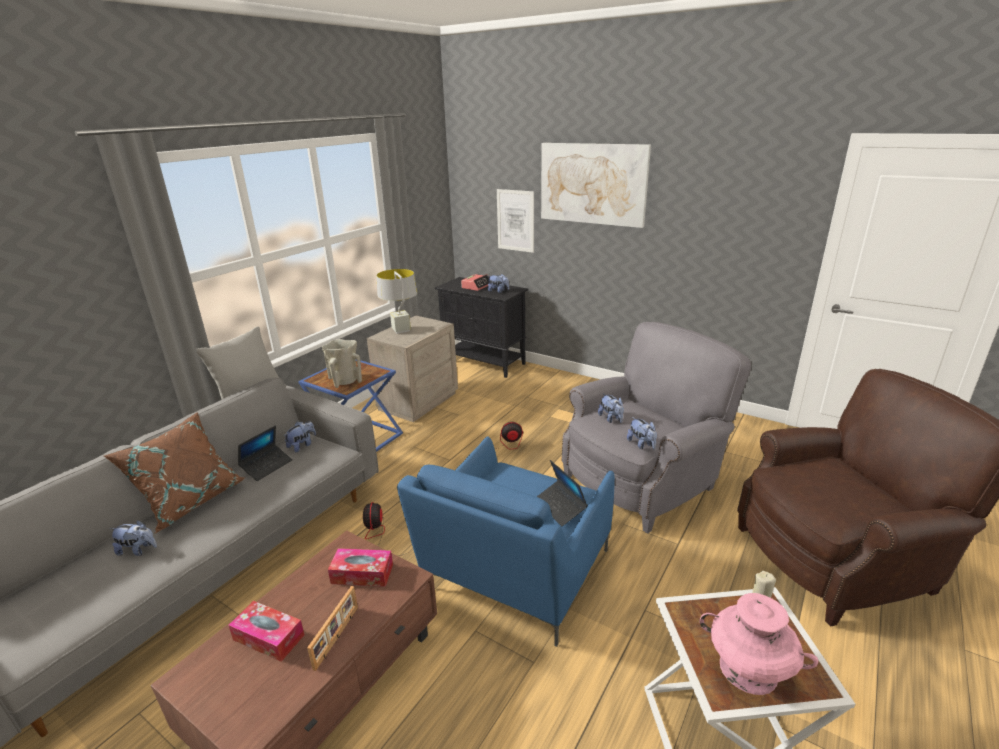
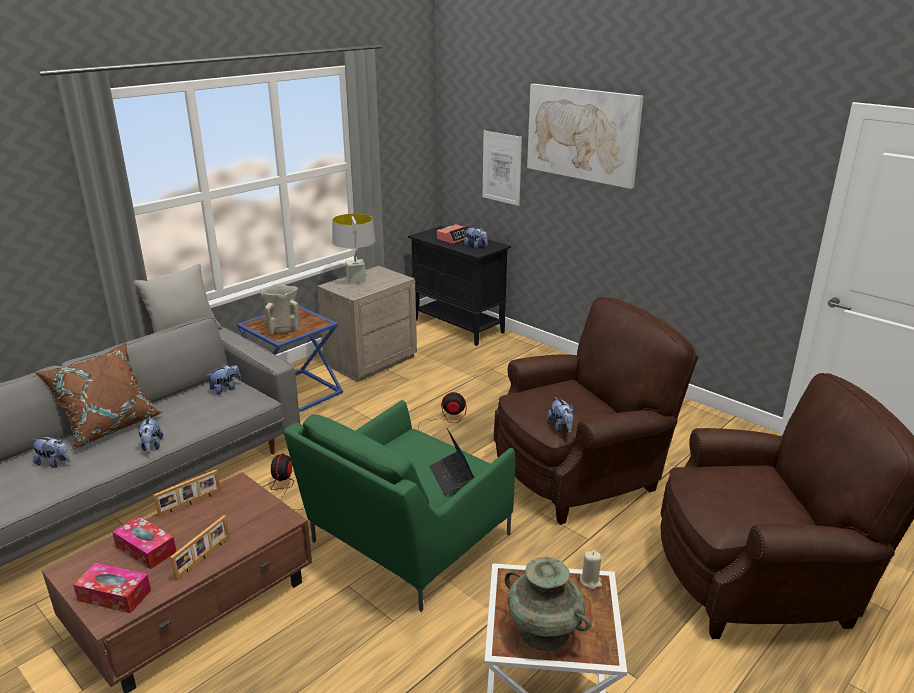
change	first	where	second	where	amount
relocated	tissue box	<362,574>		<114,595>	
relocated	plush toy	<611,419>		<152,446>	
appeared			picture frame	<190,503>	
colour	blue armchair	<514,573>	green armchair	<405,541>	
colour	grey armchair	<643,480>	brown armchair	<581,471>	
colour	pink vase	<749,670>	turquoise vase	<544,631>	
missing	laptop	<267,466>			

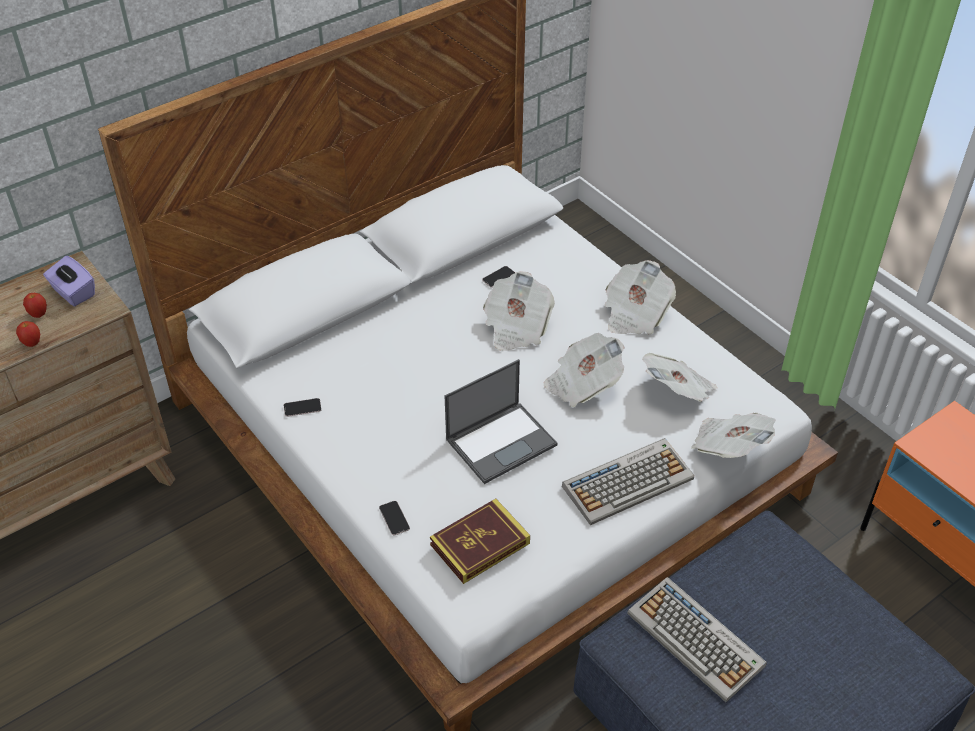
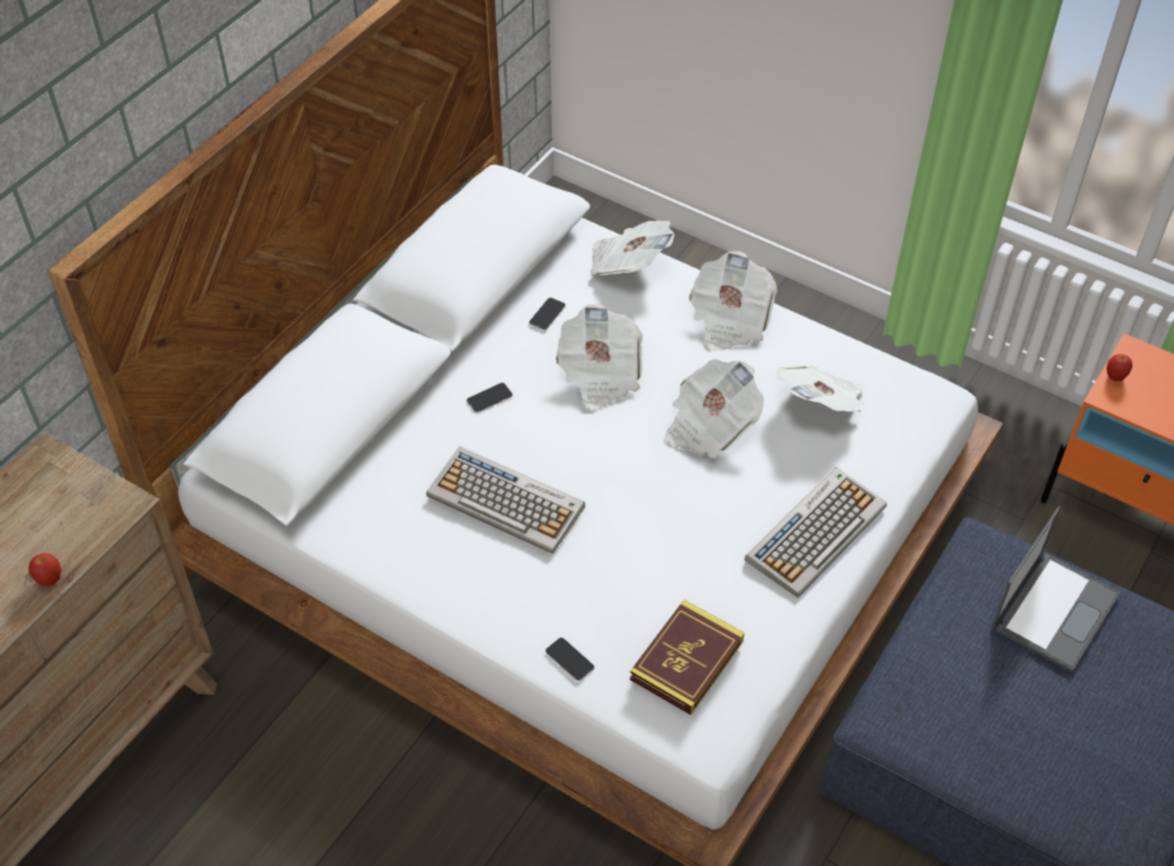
change	first	where	second	where	amount
relocated	keyboard	<697,640>		<507,501>	
relocated	phone	<302,408>		<489,398>	
relocated	newspaper	<729,447>		<628,264>	
relocated	laptop	<502,441>		<1055,610>	
relocated	apple	<38,315>		<1115,377>	
missing	purple tissue box	<73,293>			

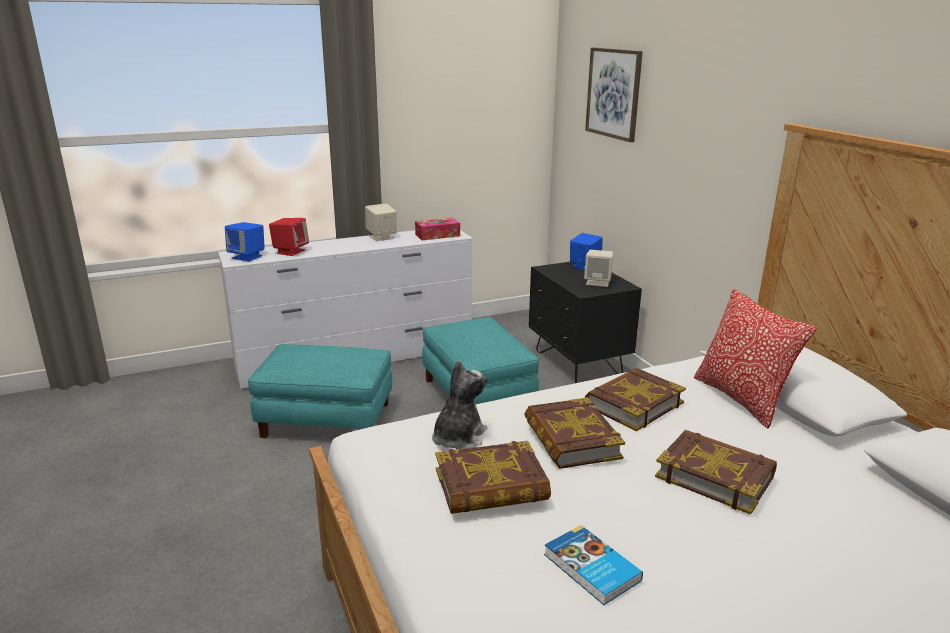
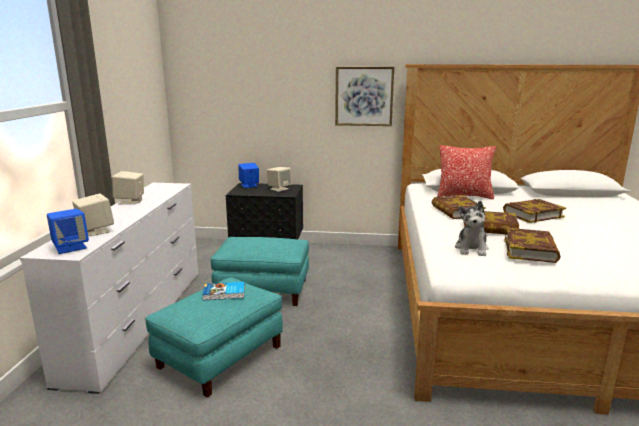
change	first	where	second	where	amount
colour	red speaker	<290,251>	beige speaker	<95,231>	
relocated	book	<591,568>		<224,293>	
relocated	picture	<614,93>		<364,96>	
spun	plush toy	<458,438>		<471,249>	135 degrees counterclockwise
missing	tissue box	<437,235>			

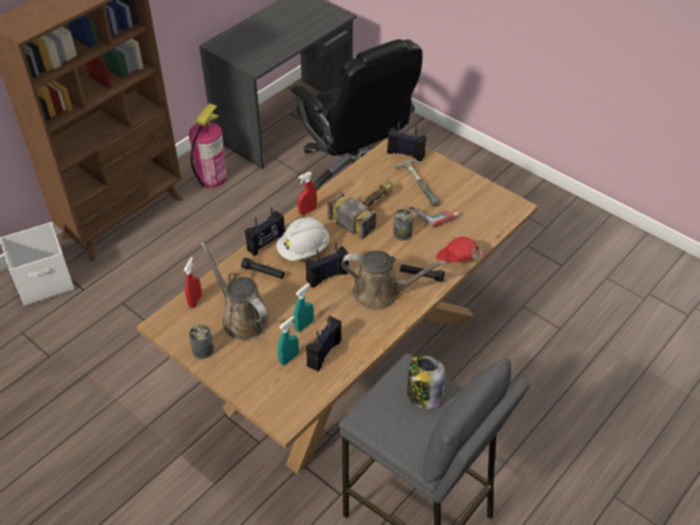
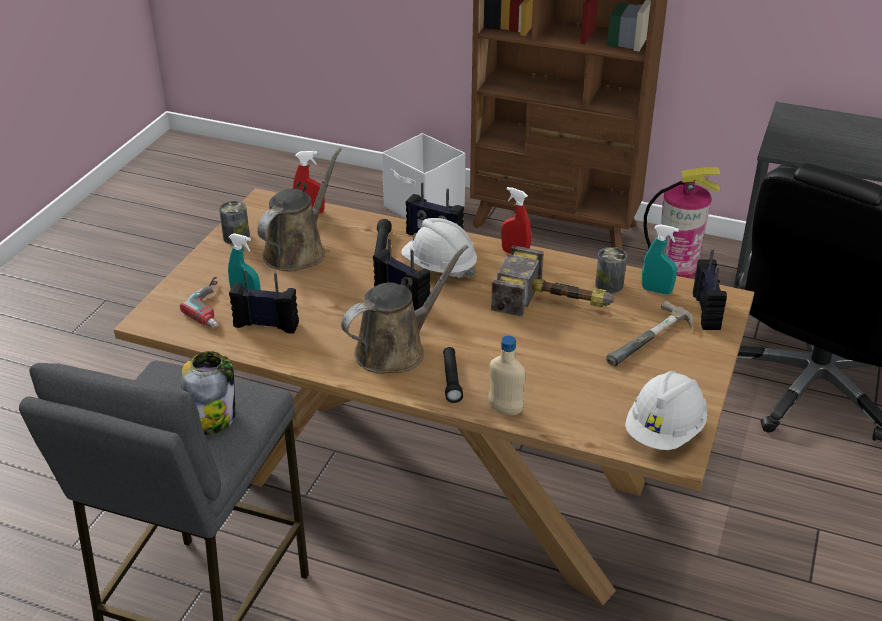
change	first	where	second	where	amount
relocated	power drill	<432,213>		<215,306>	
spun	brown watering can	<381,293>		<396,349>	120 degrees counterclockwise
exchanged	red cap	<457,260>	beige bottle	<505,410>	
relocated	can	<402,233>		<609,285>	
appeared			white hard hat	<665,431>	
relocated	turquoise spray bottle	<304,325>		<656,290>	

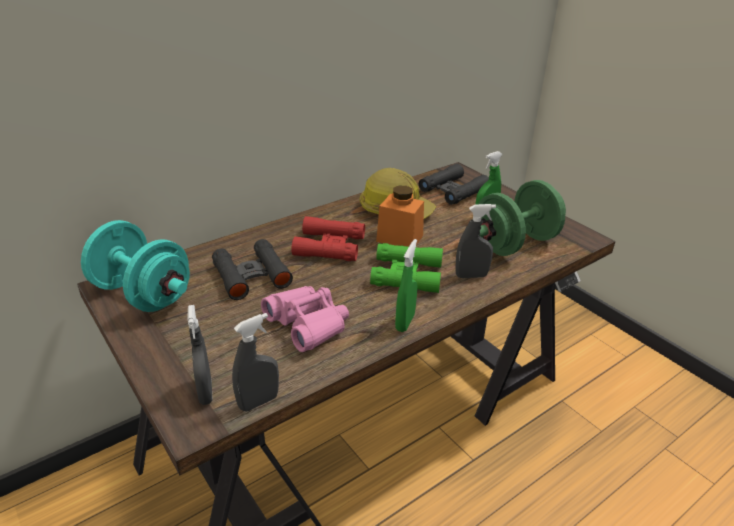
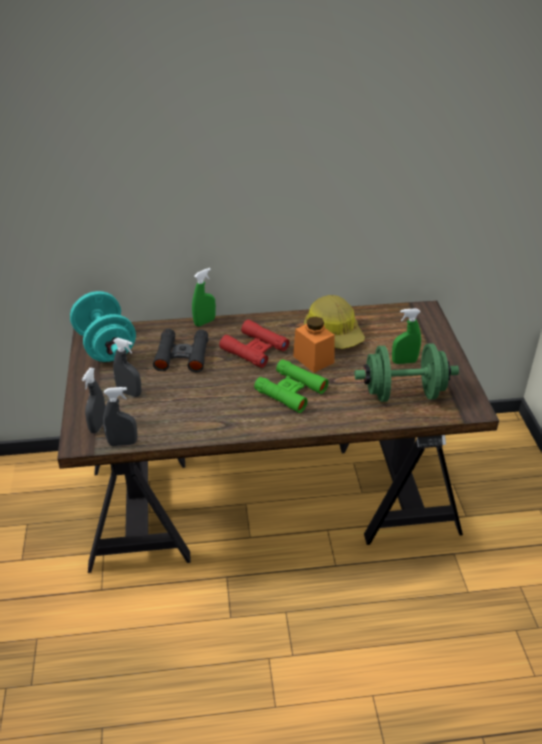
change	first	where	second	where	amount
relocated	grey spray bottle	<471,276>		<129,393>	
relocated	green spray bottle	<405,322>		<204,322>	
missing	pink binoculars	<308,324>			
missing	black binoculars	<453,190>			

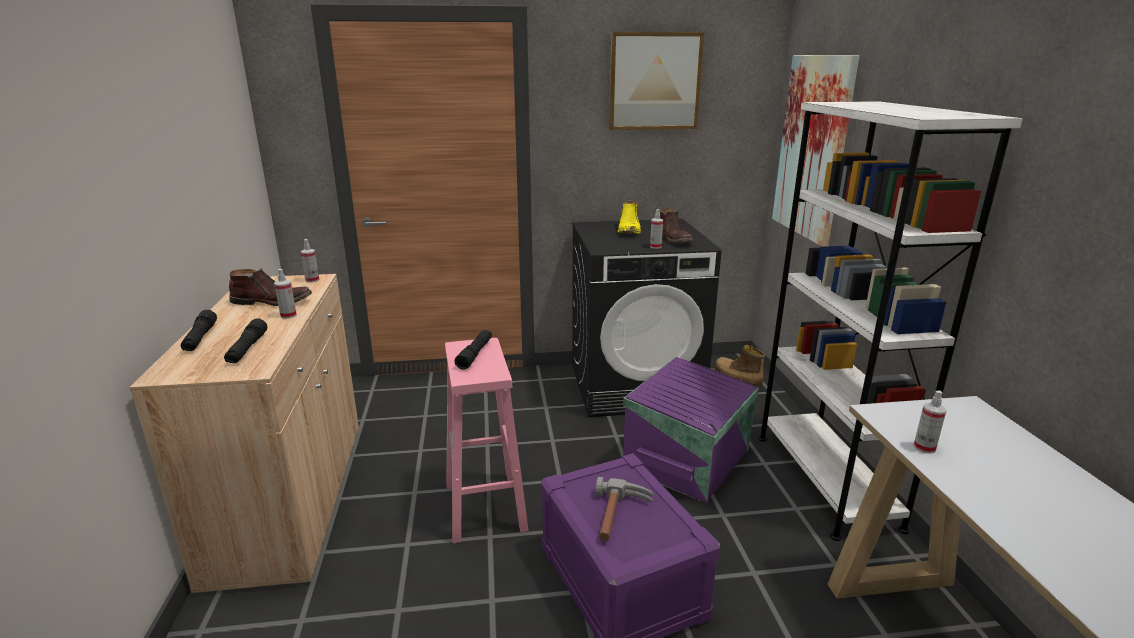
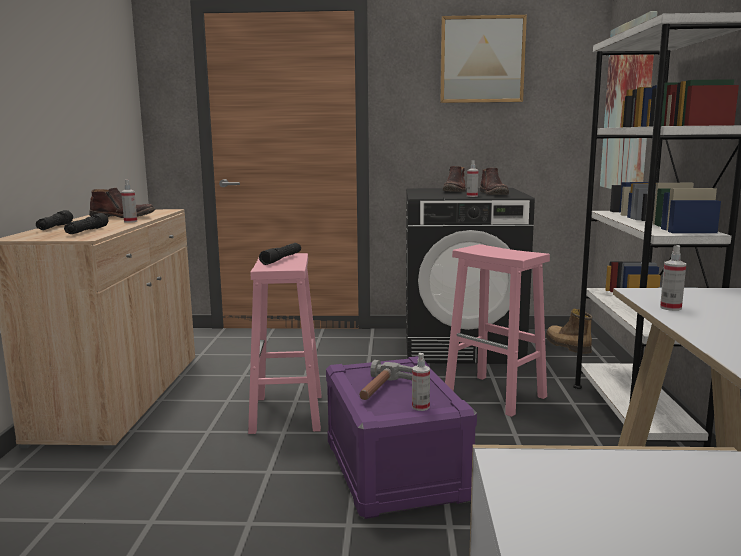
change	first	where	second	where	amount
relocated	spray bottle	<312,280>		<420,407>	
colour	yellow boot	<629,230>	brown boot	<455,191>	
exchanged	purple storage box	<689,458>	pink stool	<496,395>	

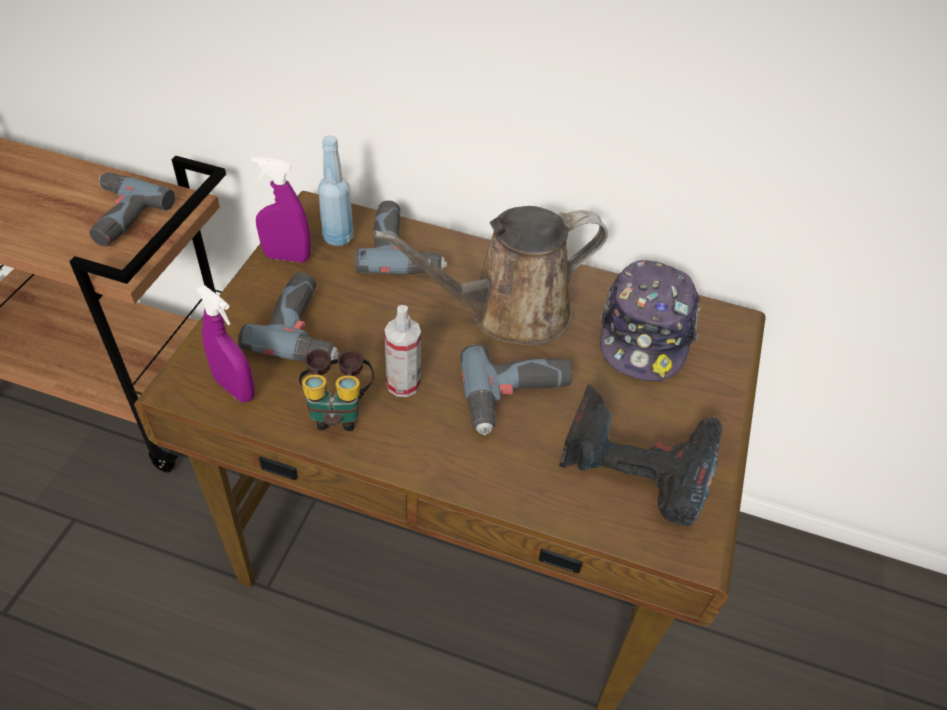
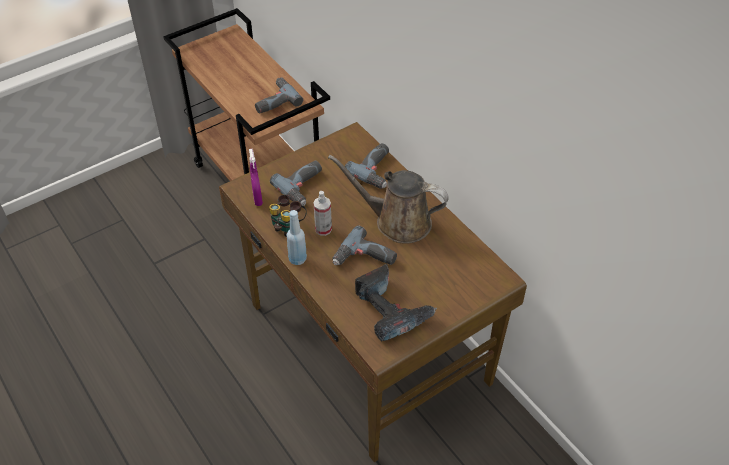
change	first	where	second	where	amount
relocated	blue bottle	<338,237>		<297,259>	
missing	purple spray bottle	<287,257>			
missing	cap	<645,333>			

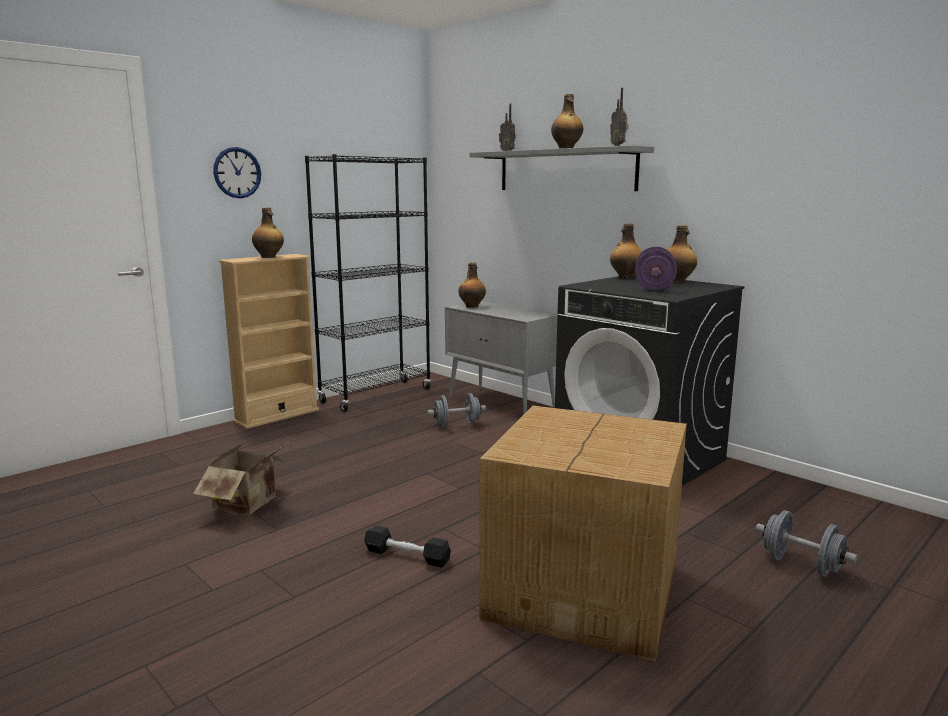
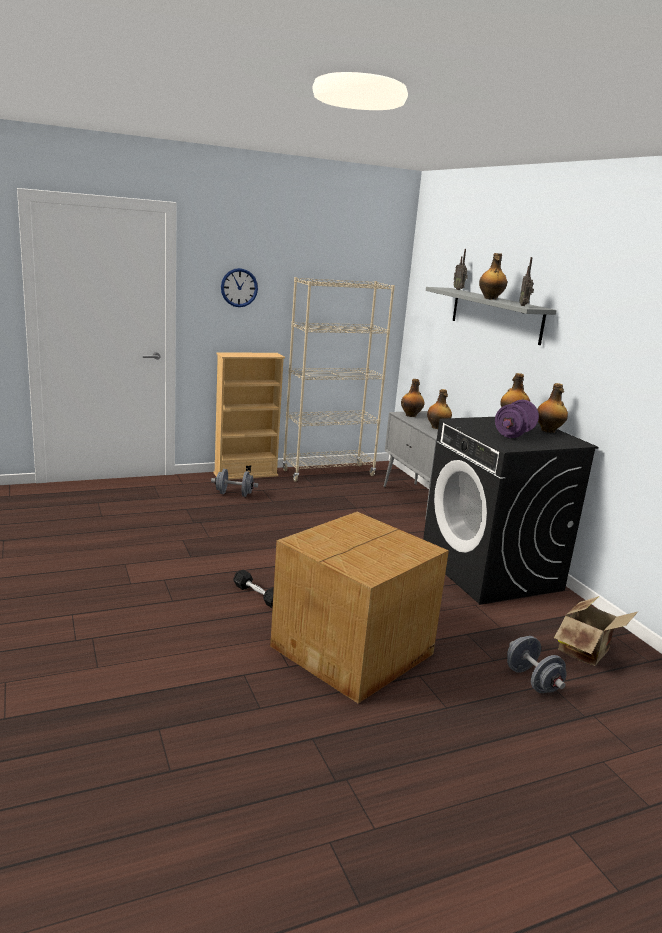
change	first	where	second	where	amount
relocated	grey dumbbell	<456,425>		<234,494>	
colour	black bookcase	<376,396>	beige bookcase	<328,473>	
relocated	bottle	<269,257>		<437,427>	
relocated	cardboard box	<250,504>		<587,653>	

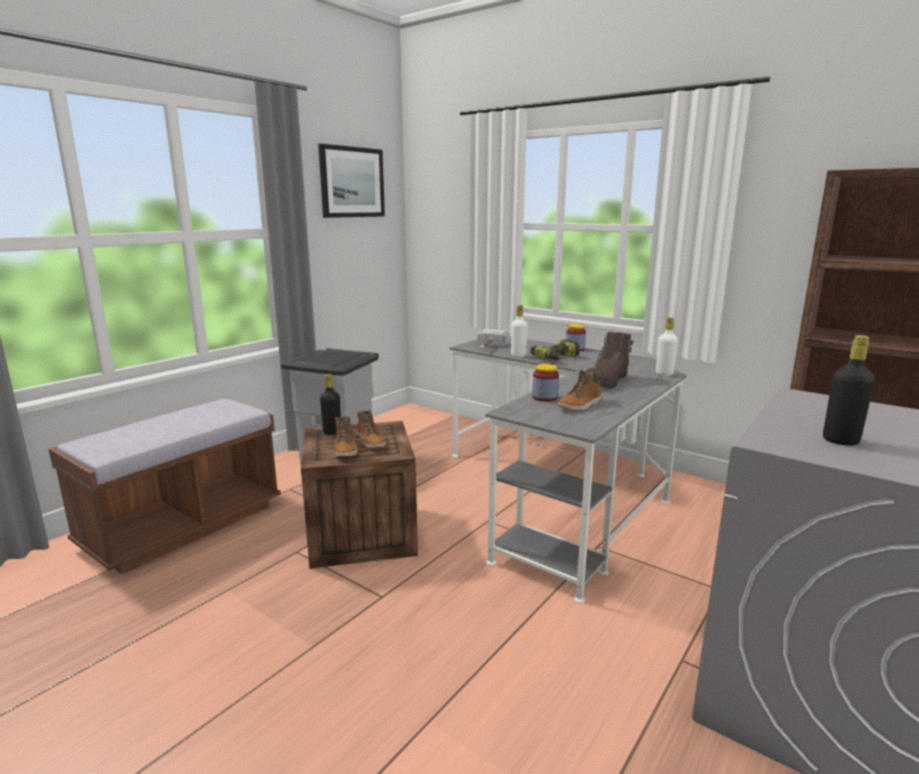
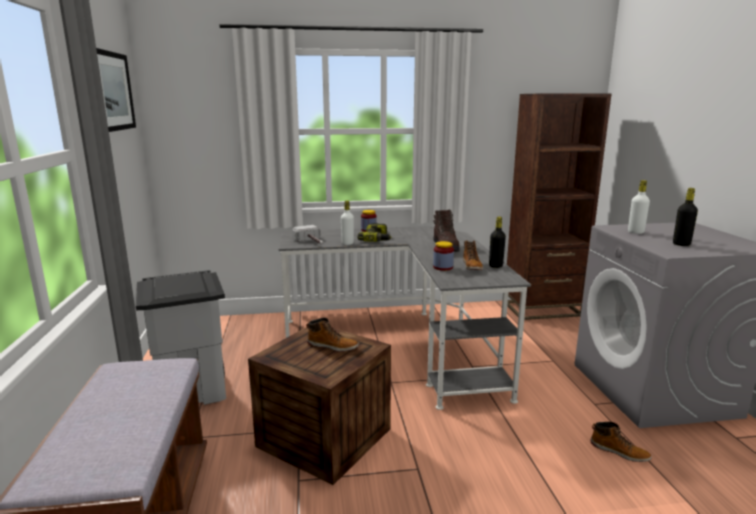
change	first	where	second	where	amount
relocated	black bottle	<332,432>		<495,266>	
relocated	boot	<346,449>		<619,451>	
relocated	white bottle	<664,374>		<635,232>	

